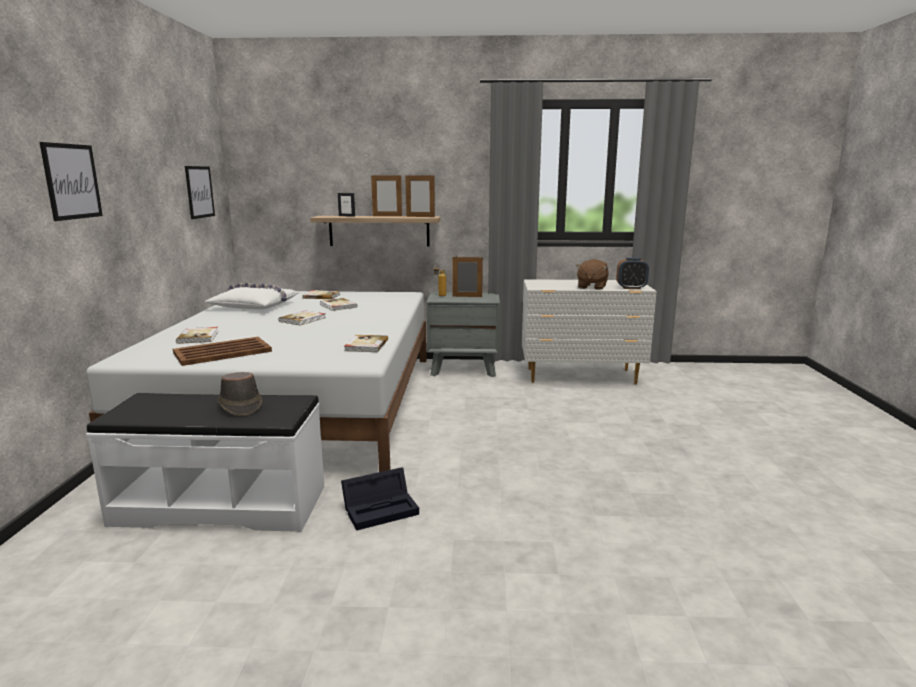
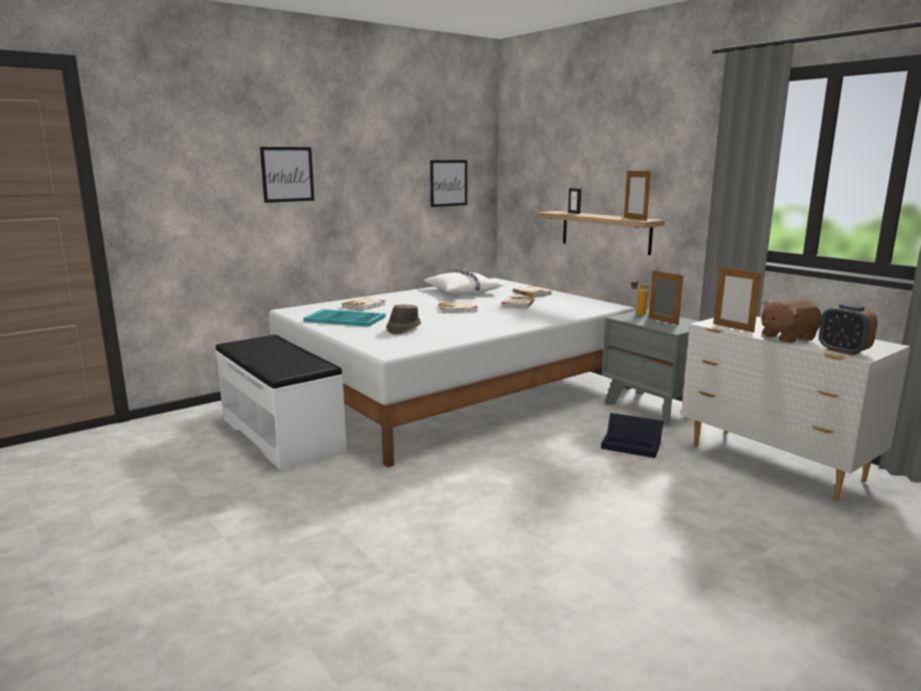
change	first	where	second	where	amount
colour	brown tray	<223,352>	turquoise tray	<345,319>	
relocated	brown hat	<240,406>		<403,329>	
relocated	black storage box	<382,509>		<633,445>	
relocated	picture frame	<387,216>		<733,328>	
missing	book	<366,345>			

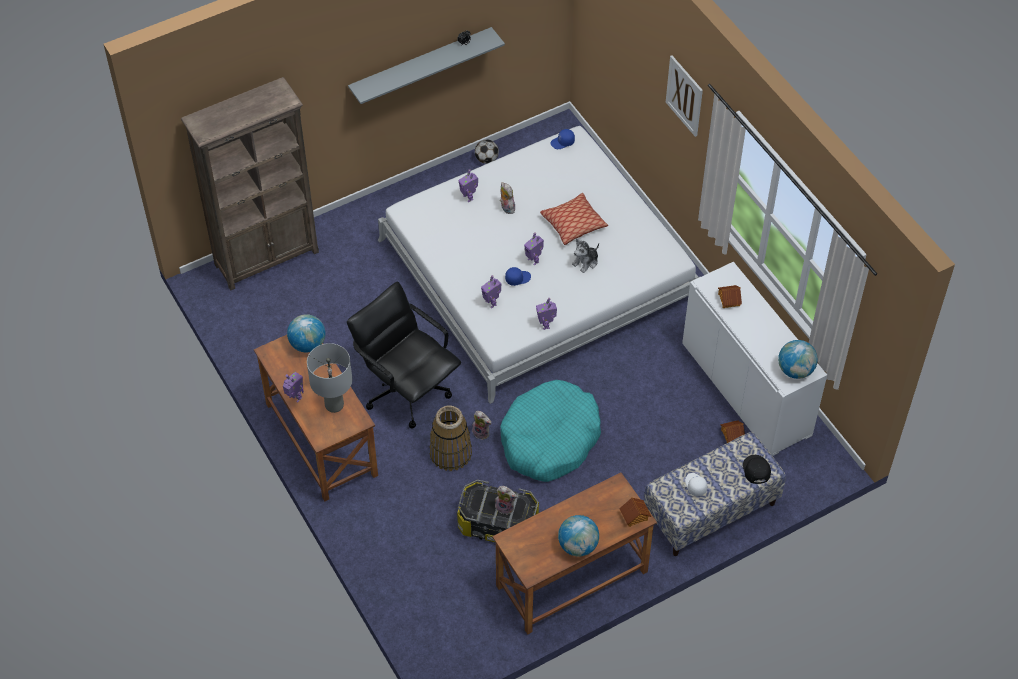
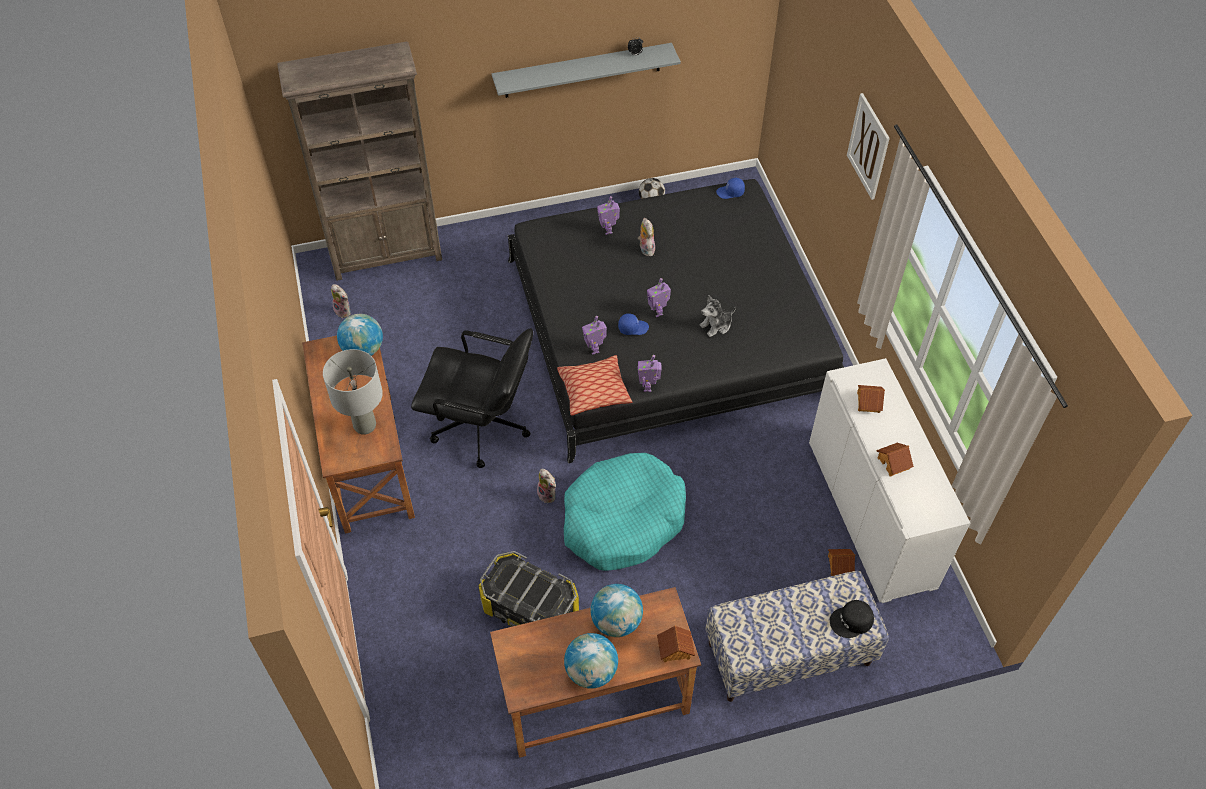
change	first	where	second	where	amount
relocated	plush toy	<505,507>		<344,311>	
spun	black office chair	<407,390>		<481,427>	135 degrees clockwise
colour	white bed	<537,271>	black bed	<669,327>	
relocated	pillow	<573,224>		<594,391>	
relocated	globe	<795,370>		<616,622>	
spun	black cap	<756,470>		<852,621>	120 degrees counterclockwise
appeared			toy house	<893,463>	
missing	toy robot	<295,398>			
missing	basket	<450,453>			
missing	white cap	<695,485>			

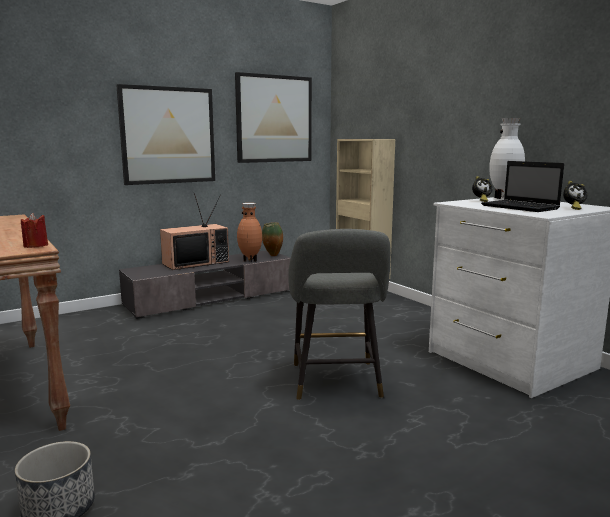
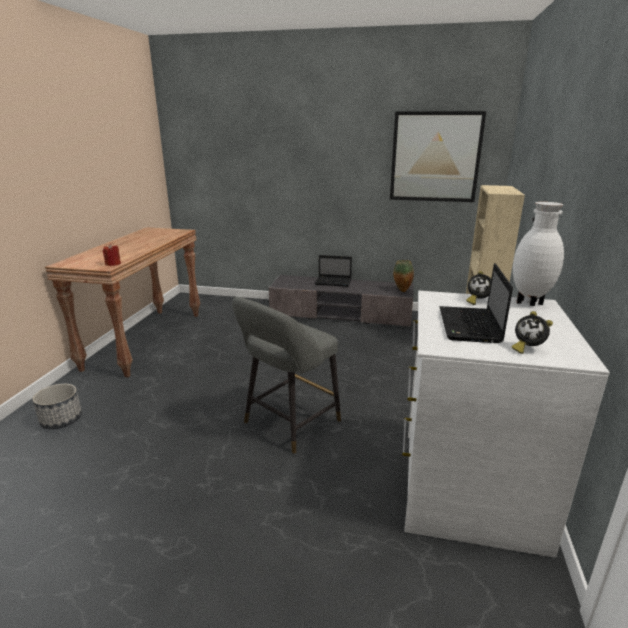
change	first	where	second	where	amount
exchanged	television	<196,262>	laptop	<334,282>	
missing	picture	<168,135>			
missing	brown vase	<250,260>			

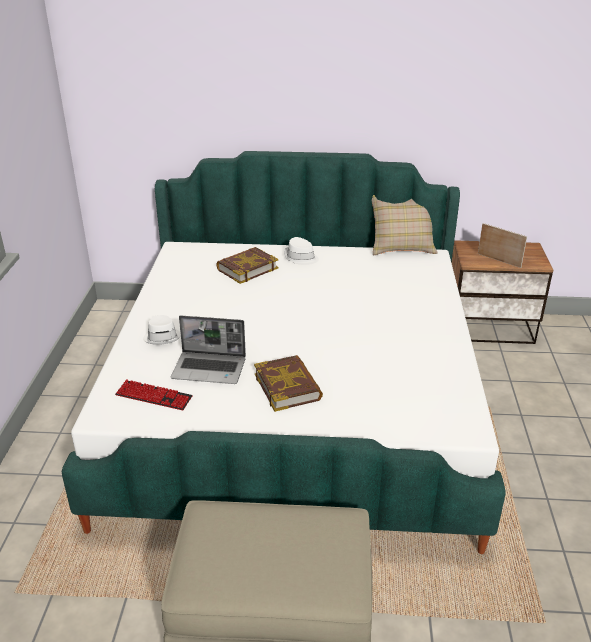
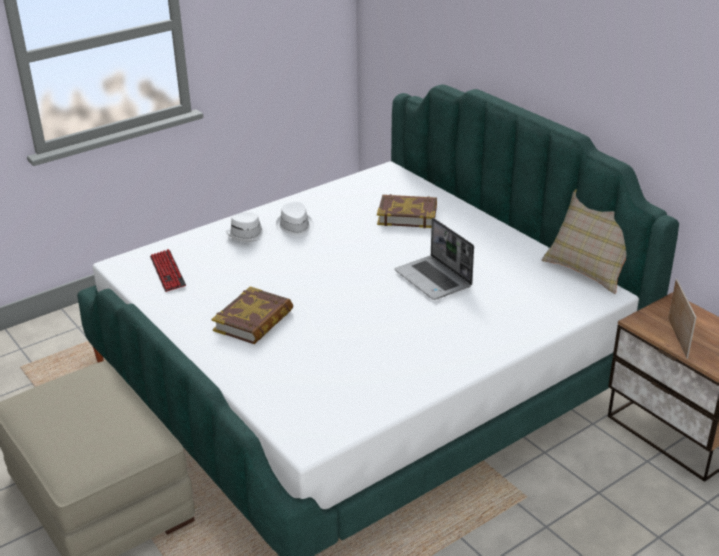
change	first	where	second	where	amount
relocated	white hat	<301,258>		<295,227>	
relocated	laptop	<210,369>		<434,279>	

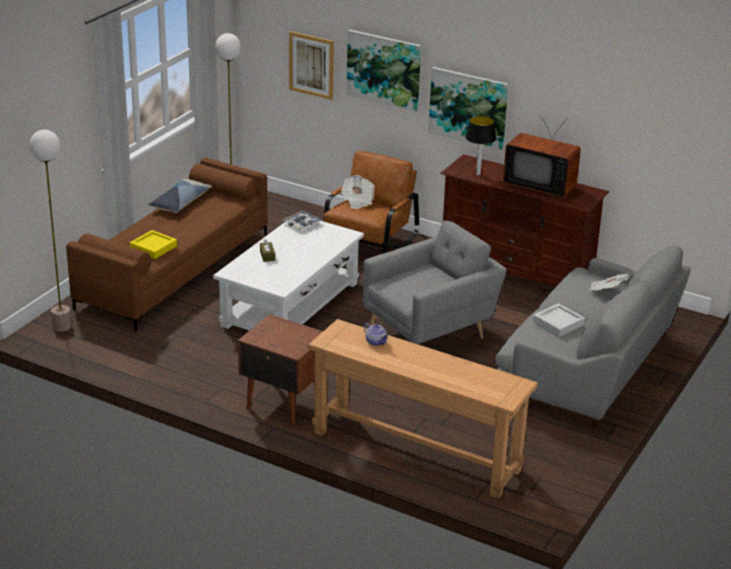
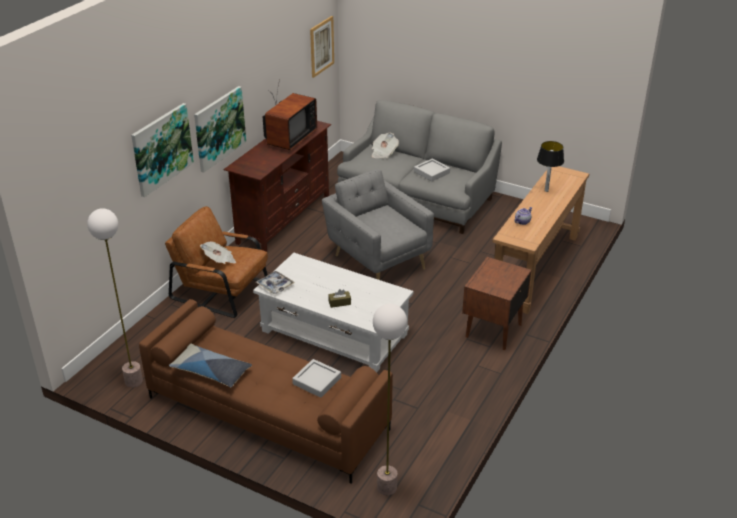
change	first	where	second	where	amount
colour	yellow tray	<153,248>	grey tray	<317,381>	
relocated	picture	<311,65>		<321,46>	
relocated	table lamp	<478,174>		<546,190>	

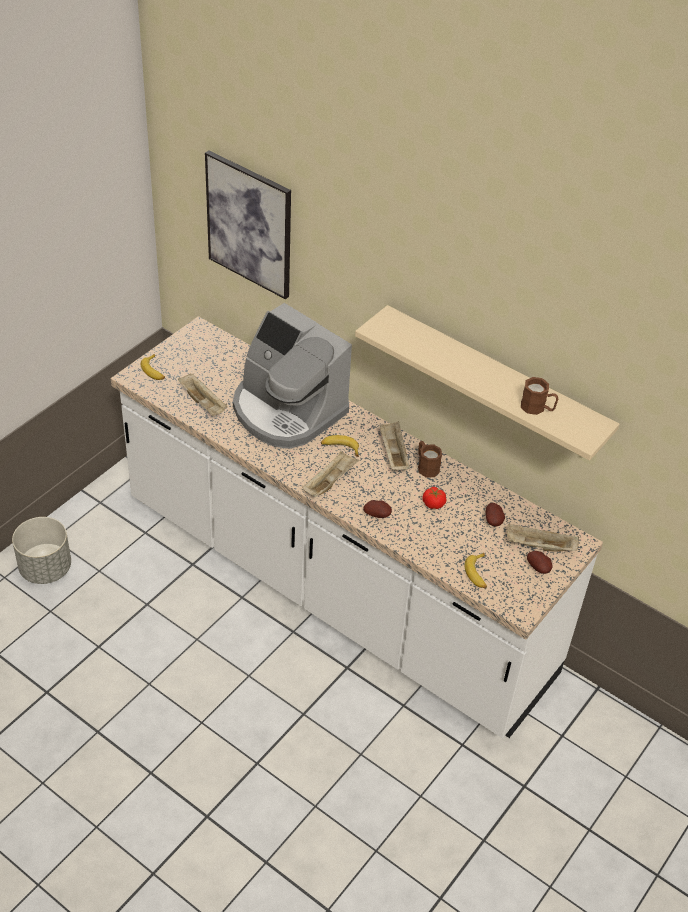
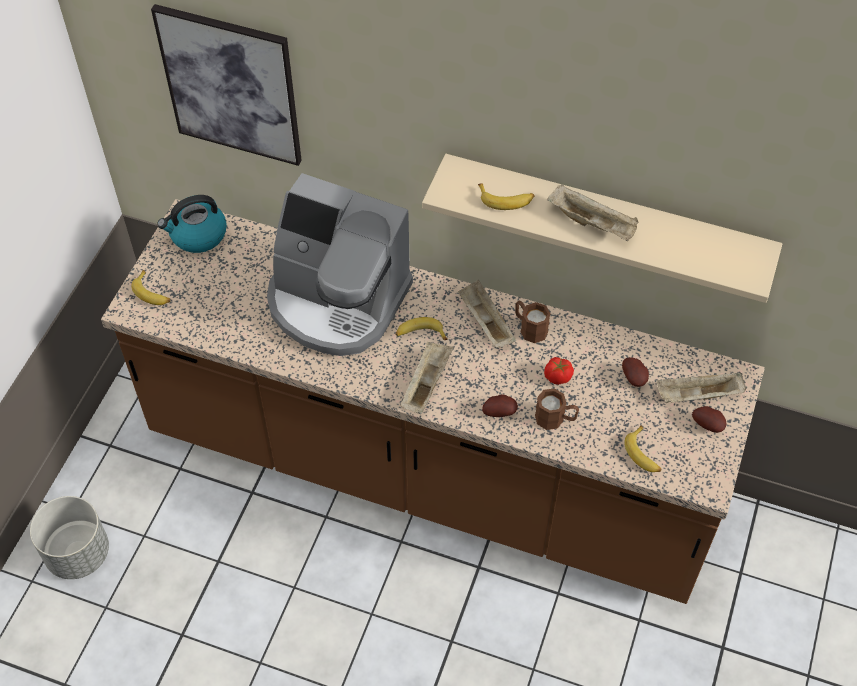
change	first	where	second	where	amount
colour	white counter	<334,589>	brown counter	<428,472>	
appeared			kettle	<198,235>	
appeared			banana	<506,200>	
relocated	brown mug	<537,408>		<555,419>	
relocated	beige tray	<203,403>		<593,223>	

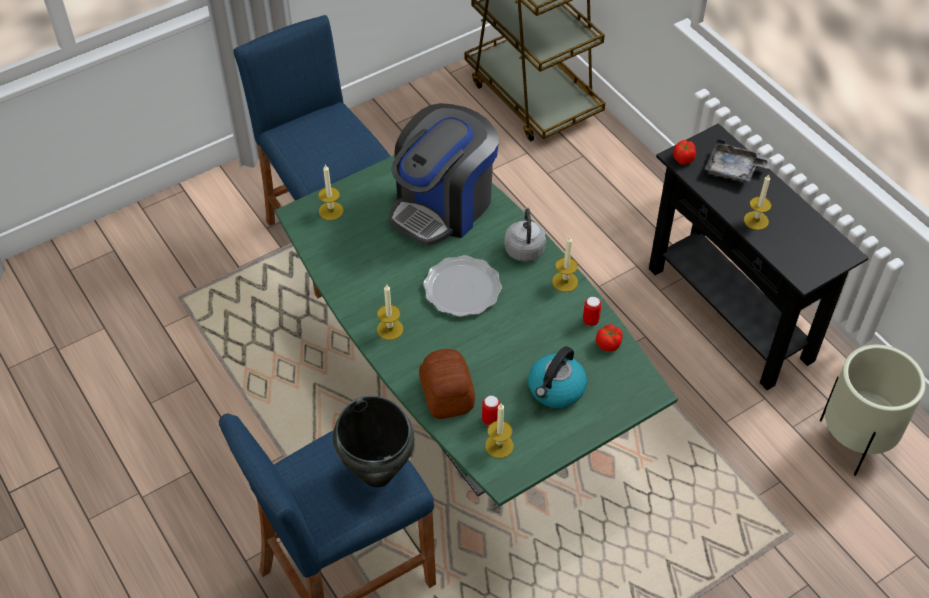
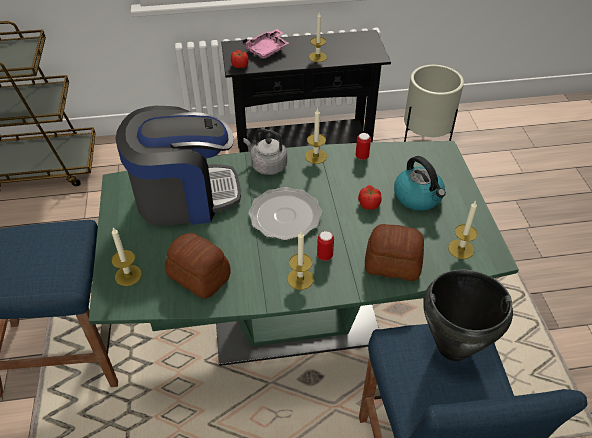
change	first	where	second	where	amount
spun	coffee machine	<443,205>		<185,196>	75 degrees counterclockwise
appeared			bread	<199,277>	
colour	grey tray	<734,169>	pink tray	<267,49>	
relocated	can	<490,420>		<325,256>	
relocated	tomato	<608,344>		<369,204>	

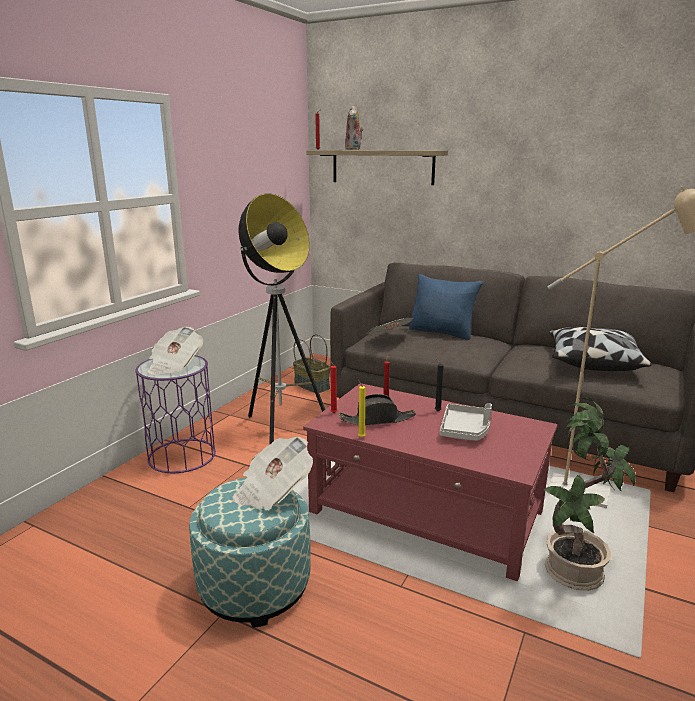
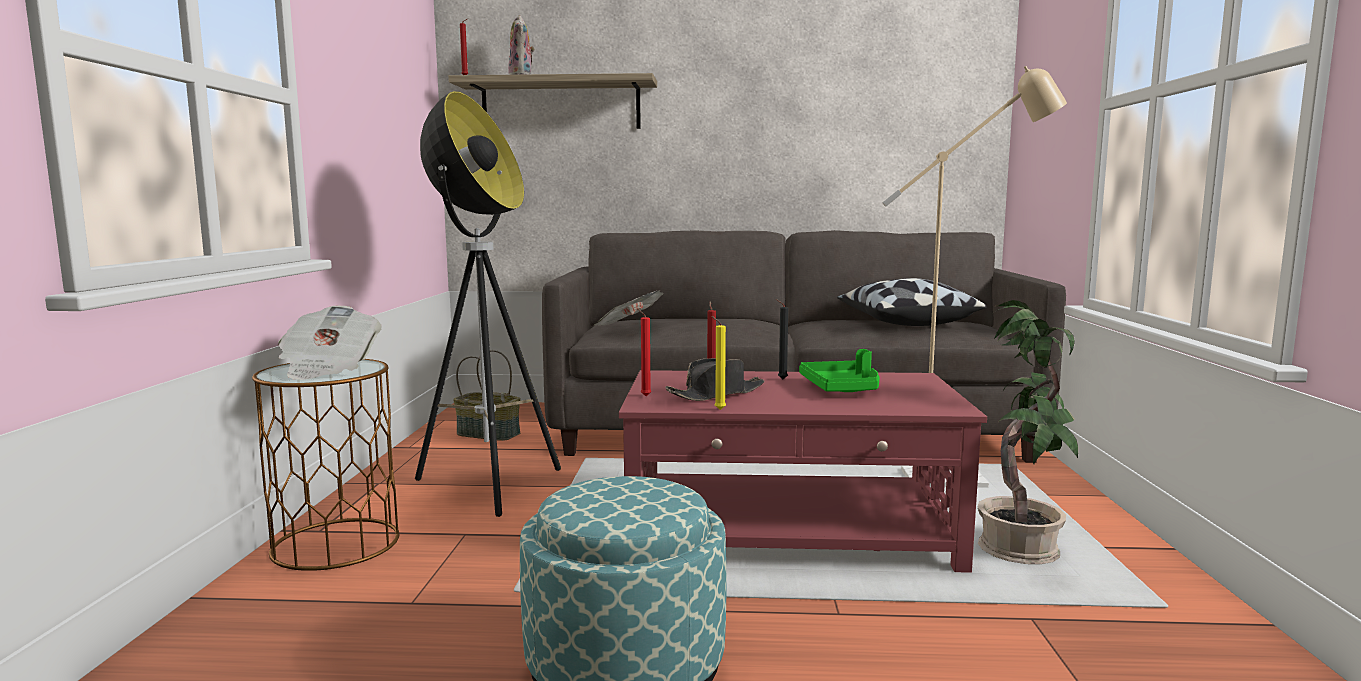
change	first	where	second	where	amount
colour	purple side table	<182,455>	brown side table	<336,543>	
colour	grey tray	<465,430>	green tray	<842,388>	
missing	newspaper	<272,491>			
missing	blue pillow	<442,332>			

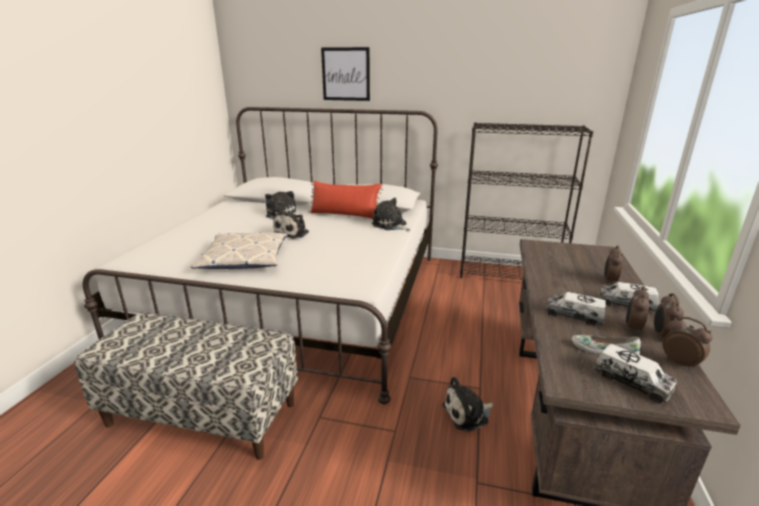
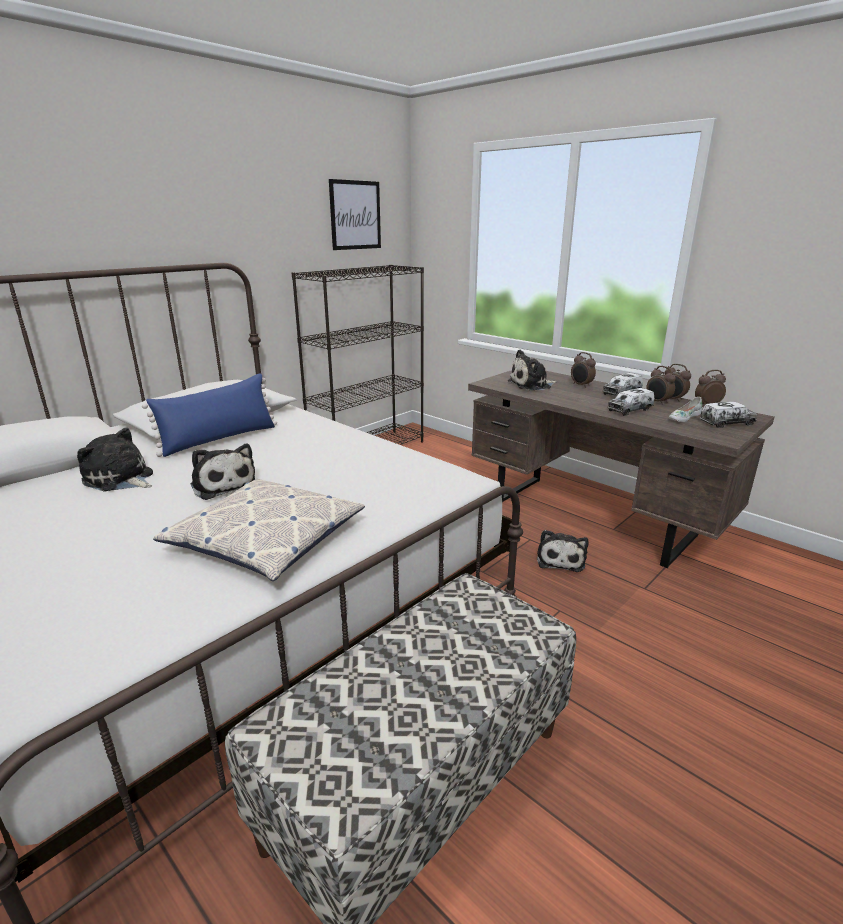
change	first	where	second	where	amount
colour	red pillow	<345,215>	blue pillow	<220,439>	
relocated	picture	<346,74>		<355,215>	
relocated	plush toy	<390,225>		<532,385>	

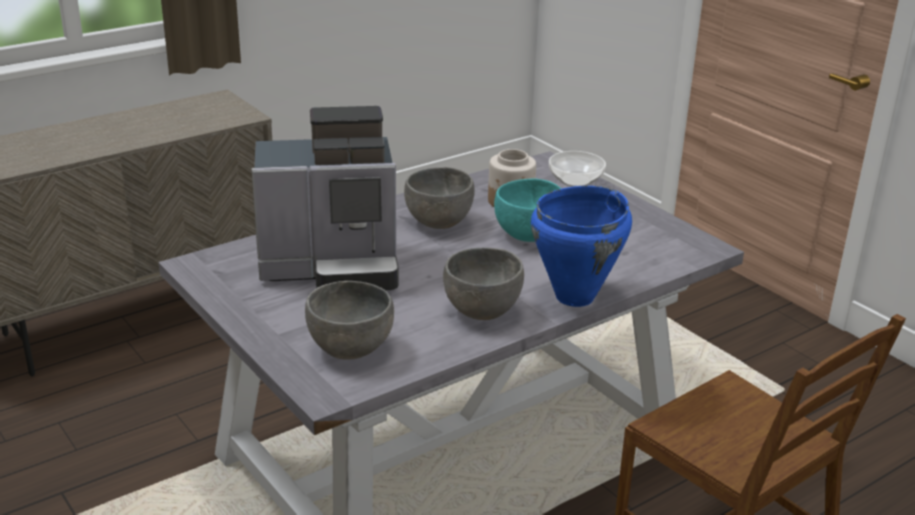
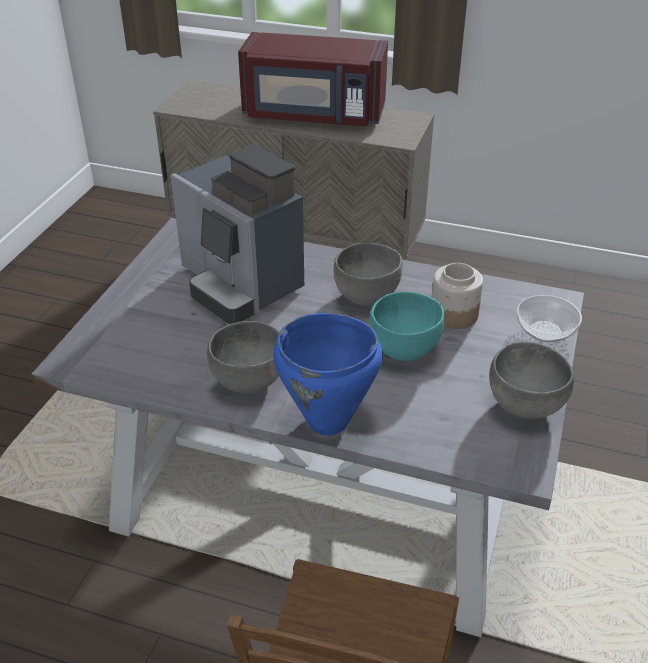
change	first	where	second	where	amount
appeared			red microwave	<313,115>	
relocated	grey bowl	<349,350>		<524,406>	

